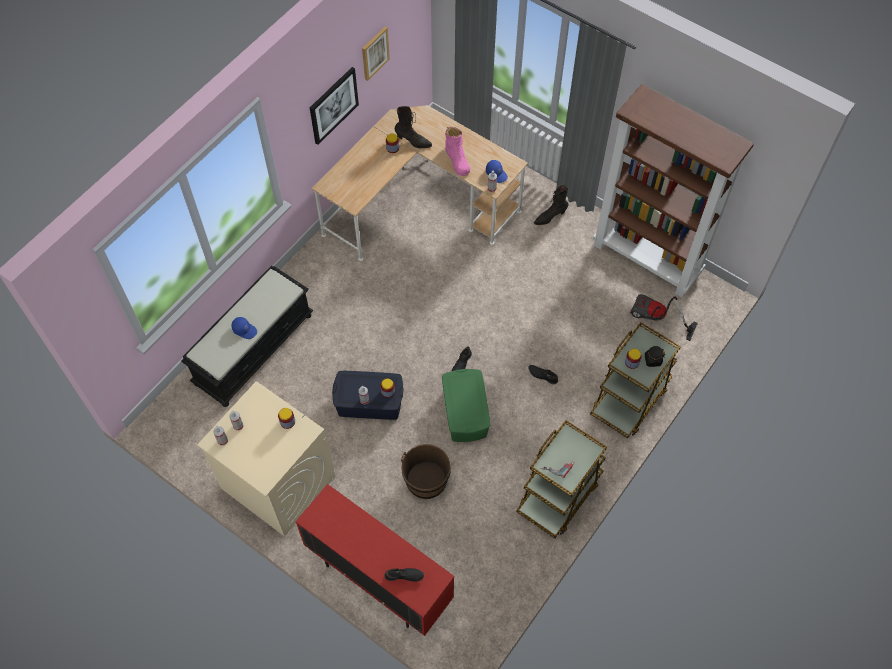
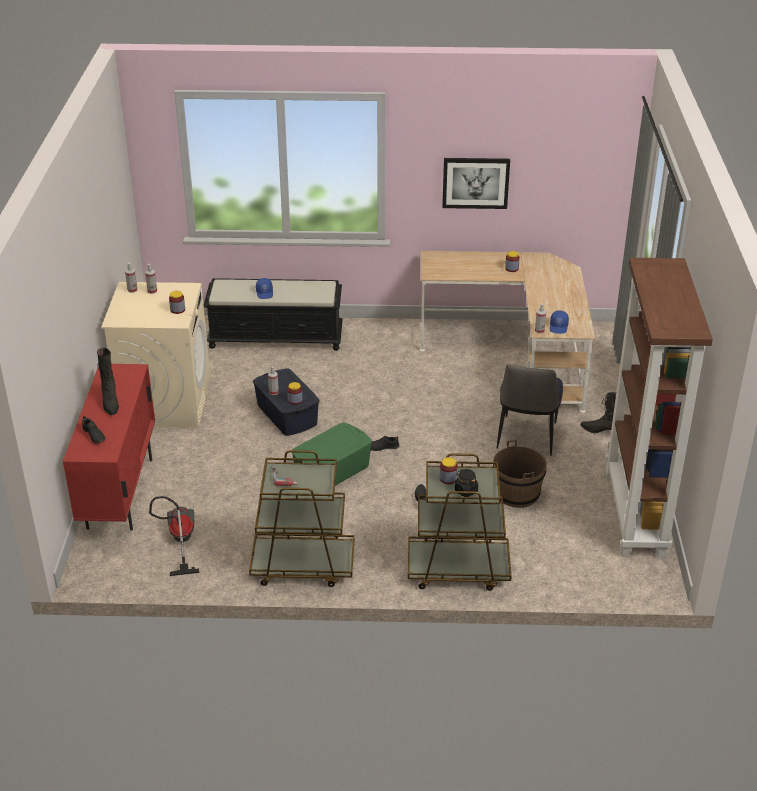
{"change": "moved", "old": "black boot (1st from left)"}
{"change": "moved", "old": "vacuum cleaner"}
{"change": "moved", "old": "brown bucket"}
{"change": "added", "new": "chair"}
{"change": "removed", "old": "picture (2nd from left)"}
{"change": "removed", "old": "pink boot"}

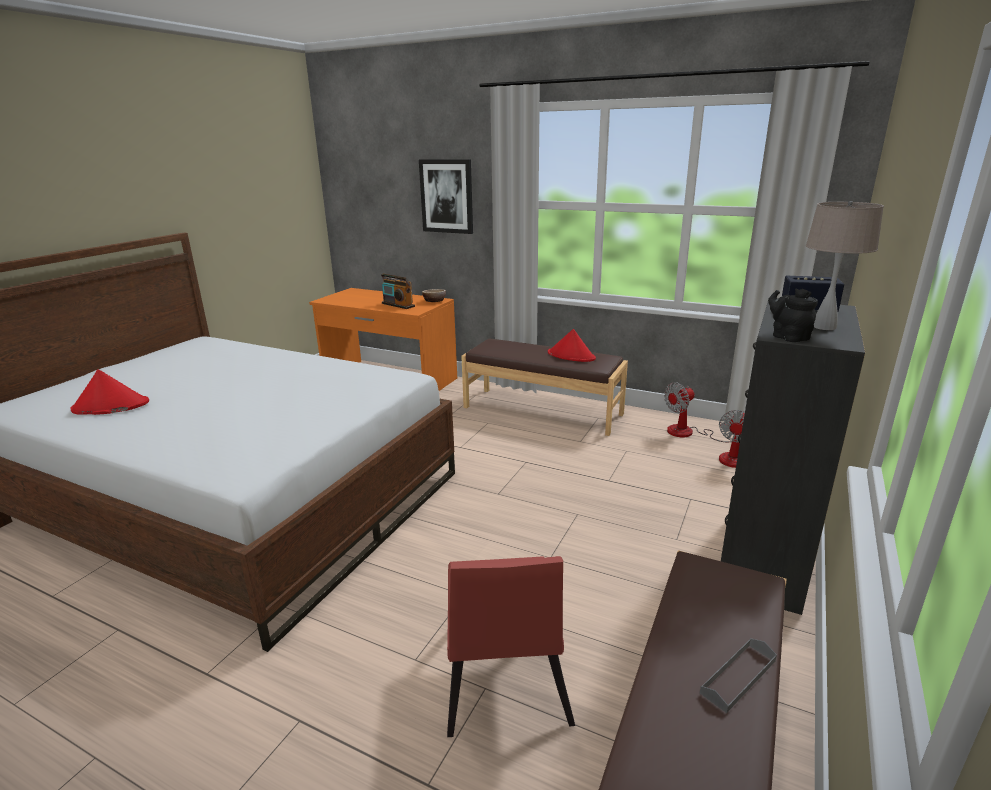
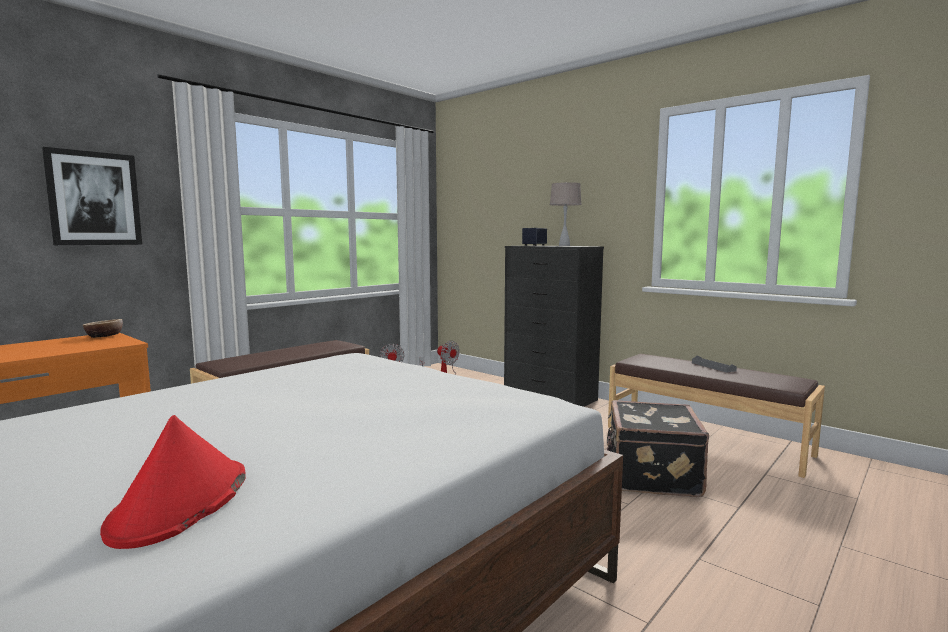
{"change": "replaced", "old": "red chair", "new": "black suitcase"}
{"change": "removed", "old": "radio"}
{"change": "removed", "old": "red hat (2nd from left)"}
{"change": "removed", "old": "black teapot"}

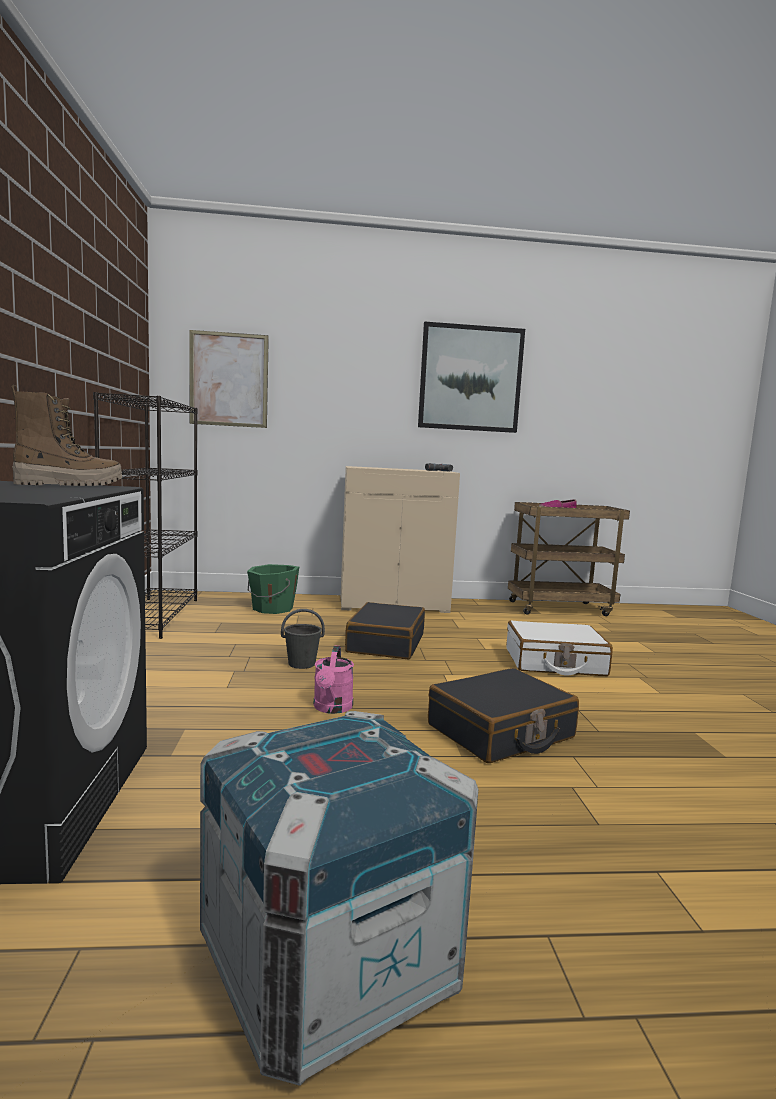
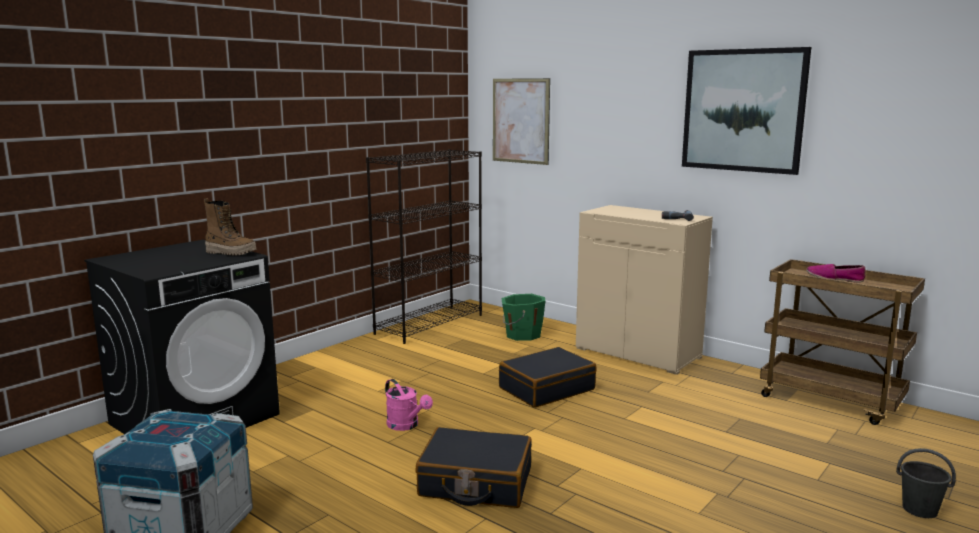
{"change": "turned", "old": "pink watering can", "degrees": -90}
{"change": "moved", "old": "grey bucket"}
{"change": "removed", "old": "white suitcase"}

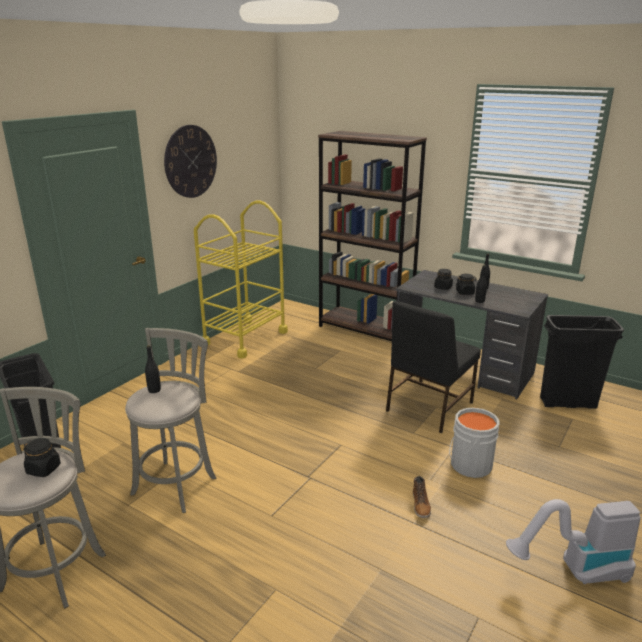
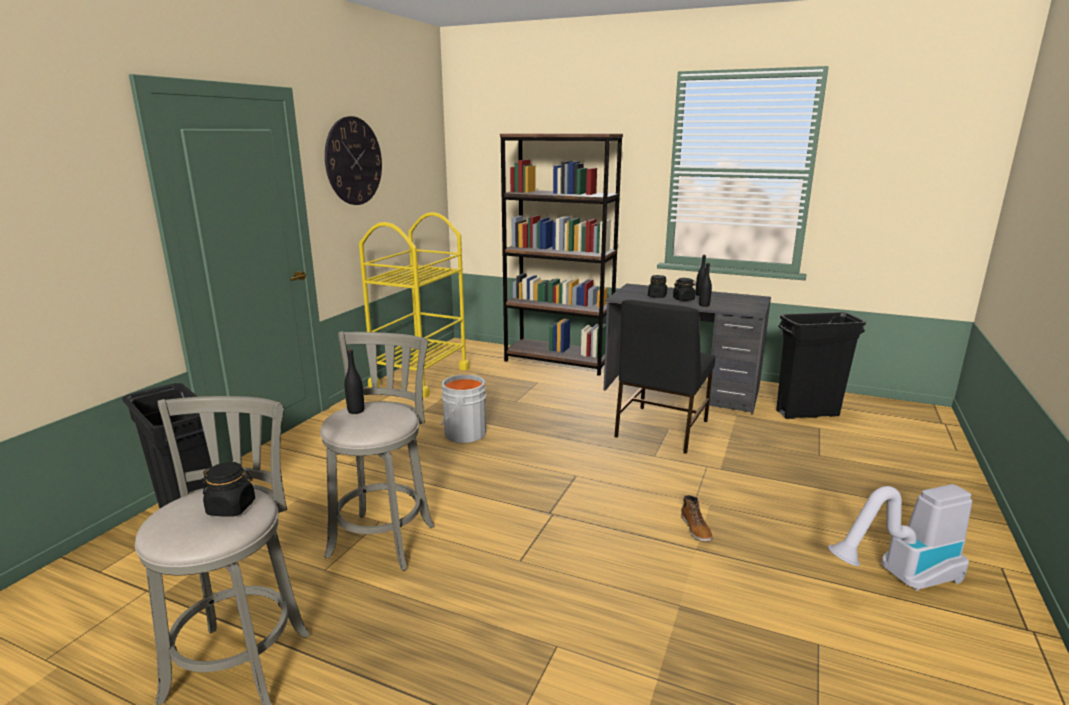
{"change": "moved", "old": "grey bucket"}

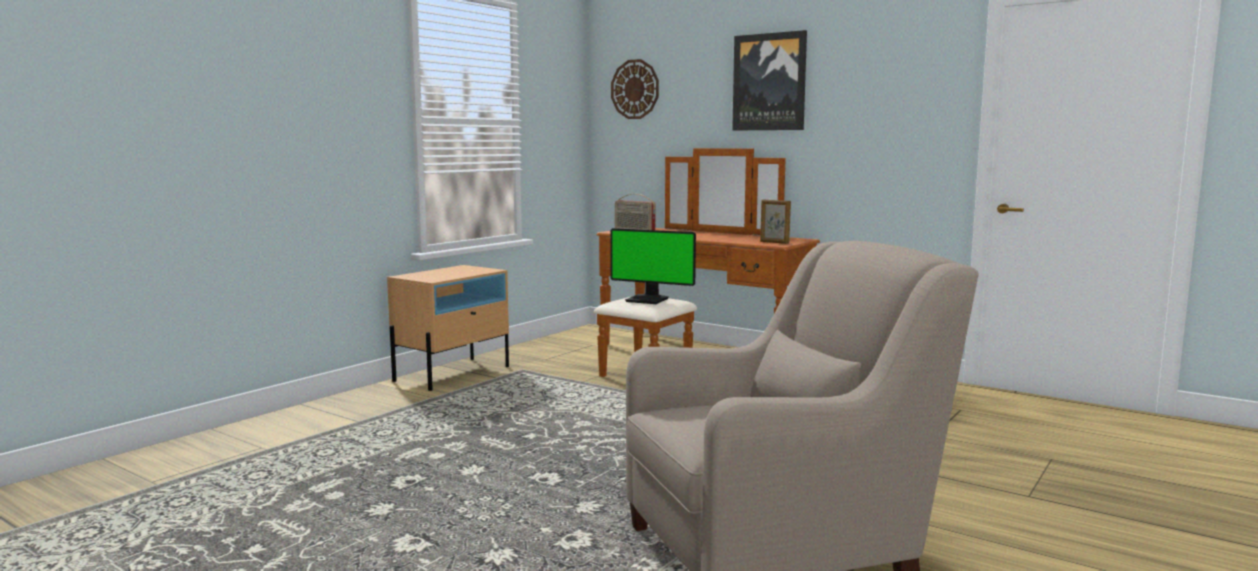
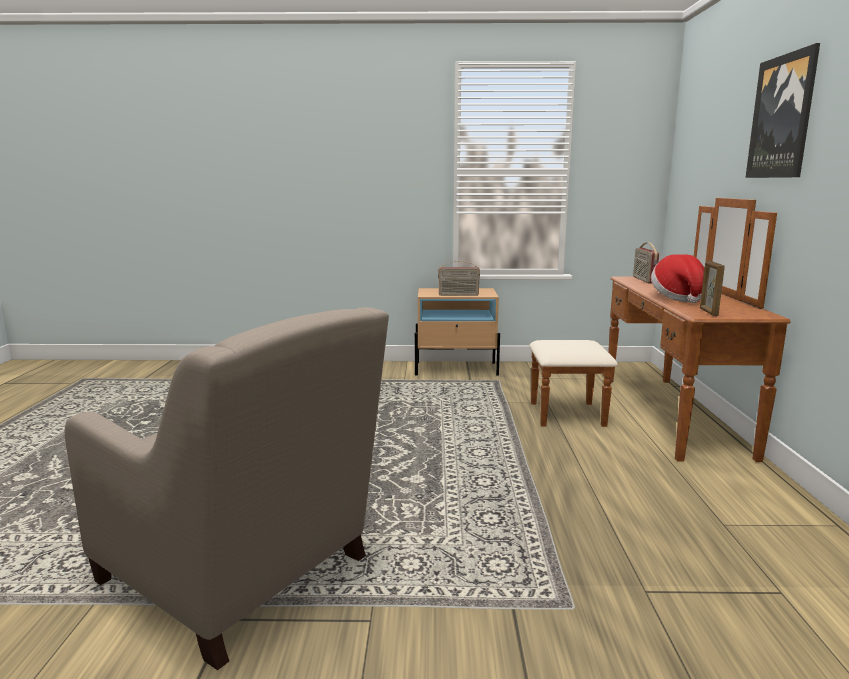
{"change": "added", "new": "radio (1st from left)"}
{"change": "added", "new": "hat"}
{"change": "removed", "old": "monitor"}
{"change": "removed", "old": "wall clock"}

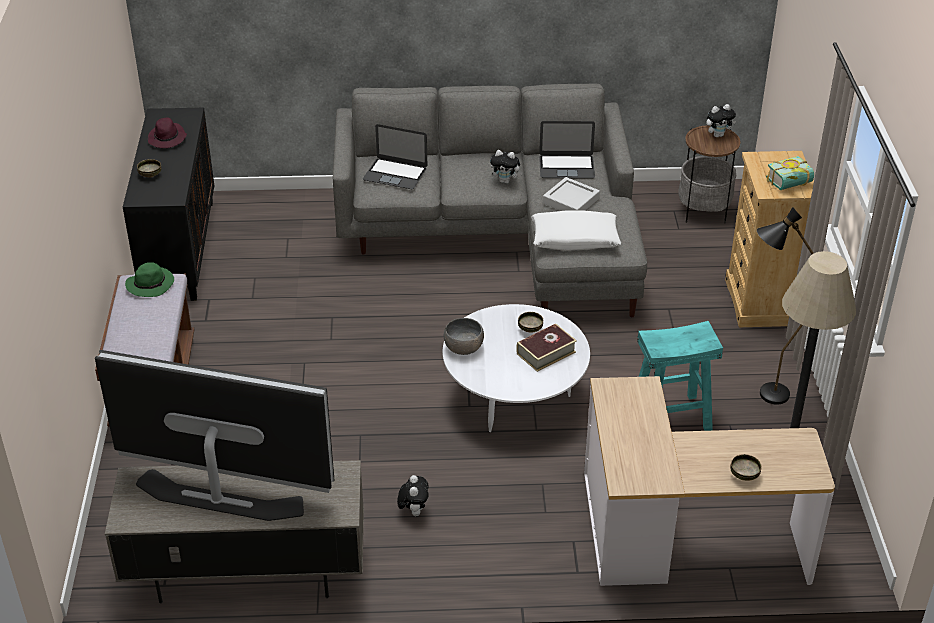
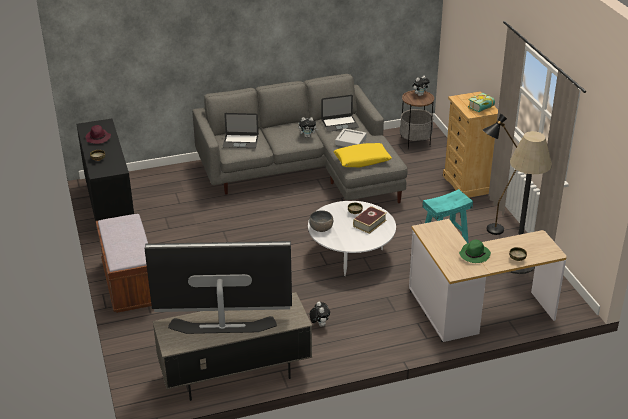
{"change": "recoloured", "old": "white pillow", "new": "yellow pillow"}
{"change": "moved", "old": "green hat"}

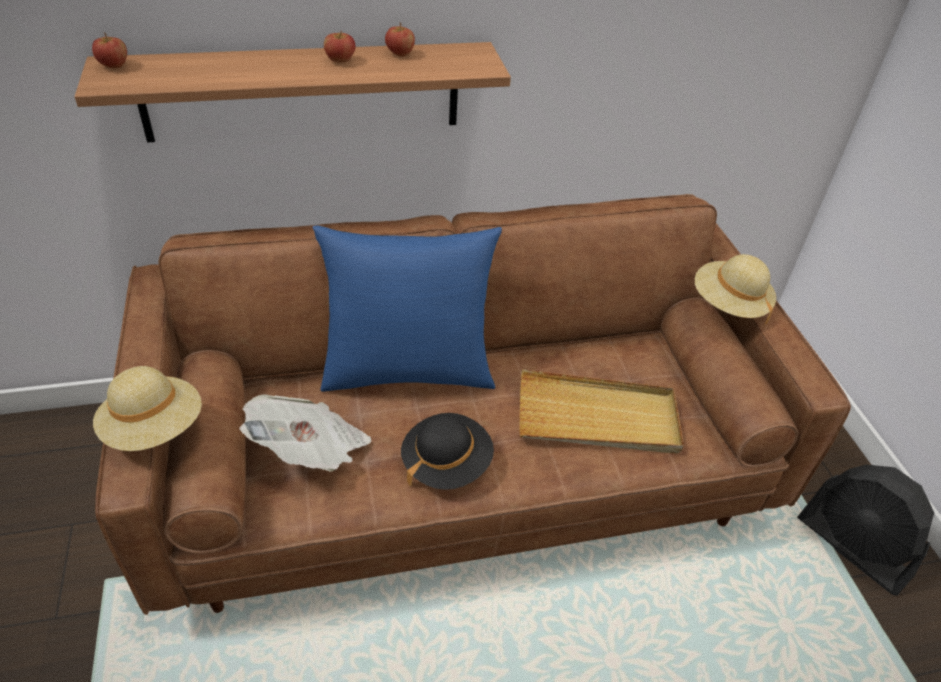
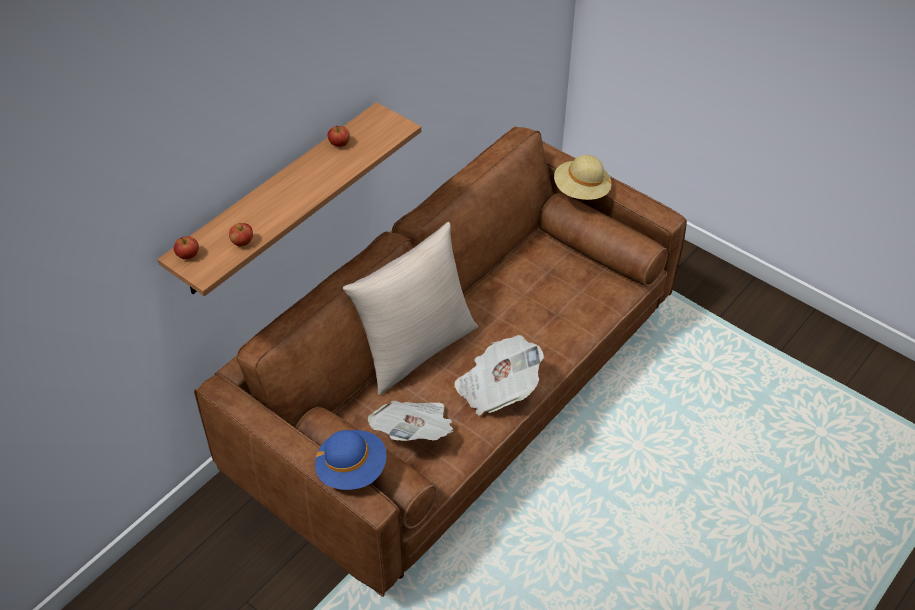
{"change": "moved", "old": "apple (2nd from left)"}
{"change": "recoloured", "old": "beige hat (1st from left)", "new": "blue hat"}
{"change": "recoloured", "old": "blue pillow", "new": "beige pillow"}
{"change": "replaced", "old": "black hat", "new": "newspaper (2nd from left)"}
{"change": "removed", "old": "beige tray"}
{"change": "removed", "old": "black fan"}

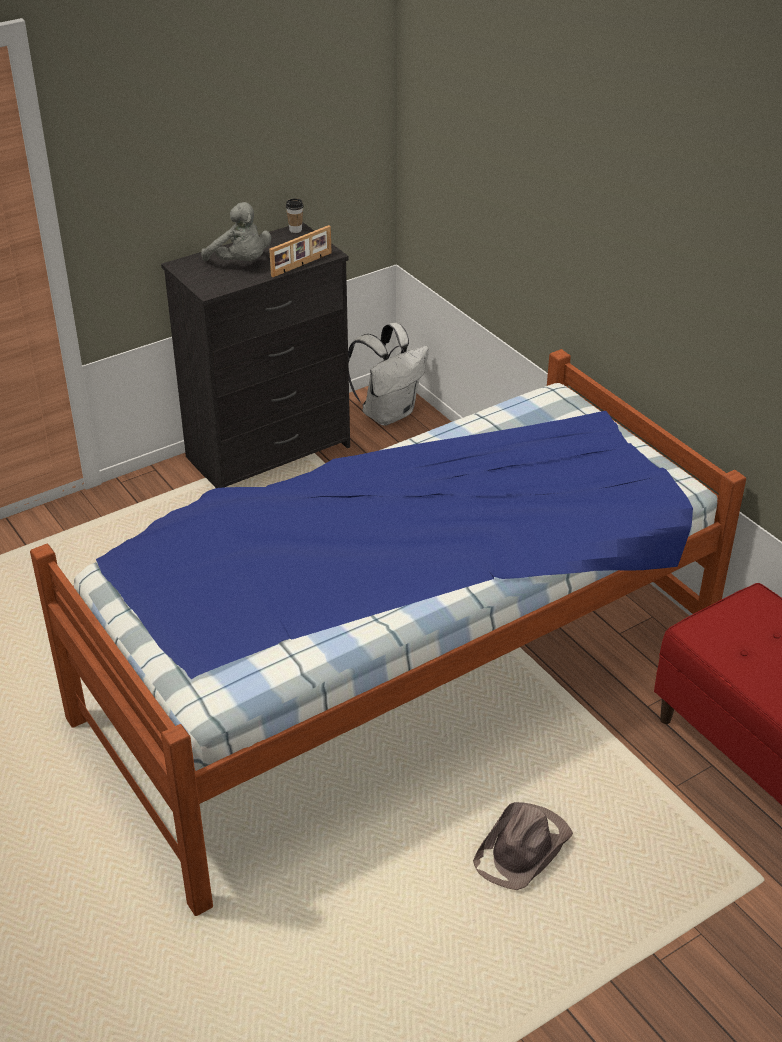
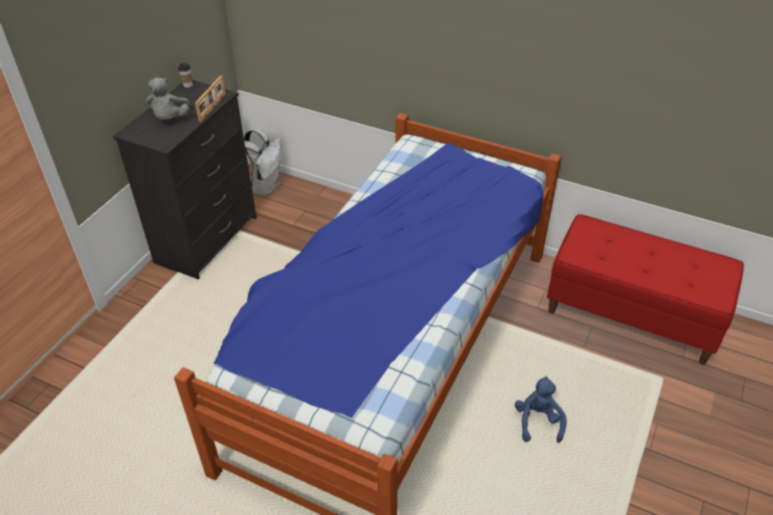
{"change": "turned", "old": "grey plush toy", "degrees": 75}
{"change": "replaced", "old": "brown hat", "new": "blue plush toy"}

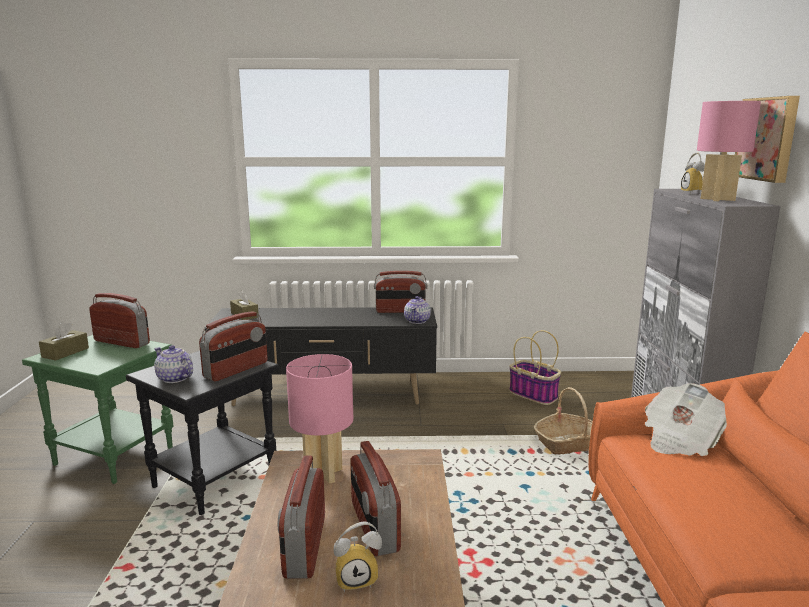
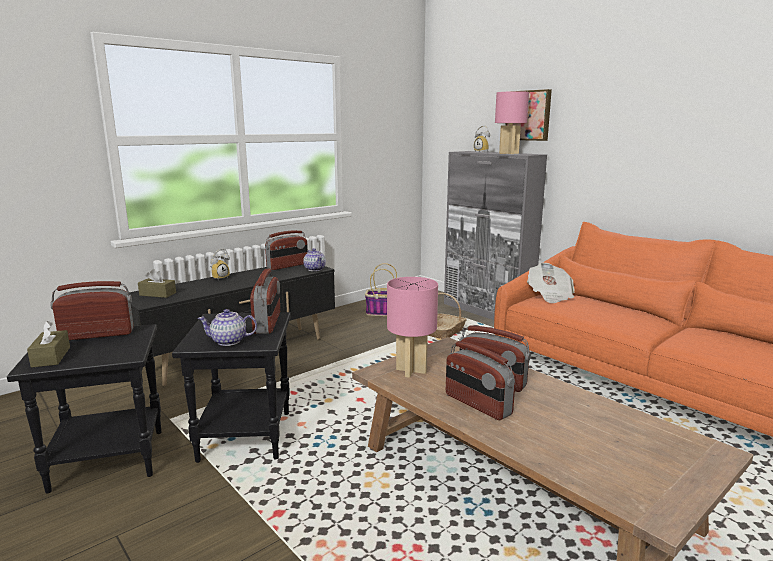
{"change": "recoloured", "old": "green side table", "new": "black side table (1st from left)"}
{"change": "moved", "old": "alarm clock (1st from left)"}

